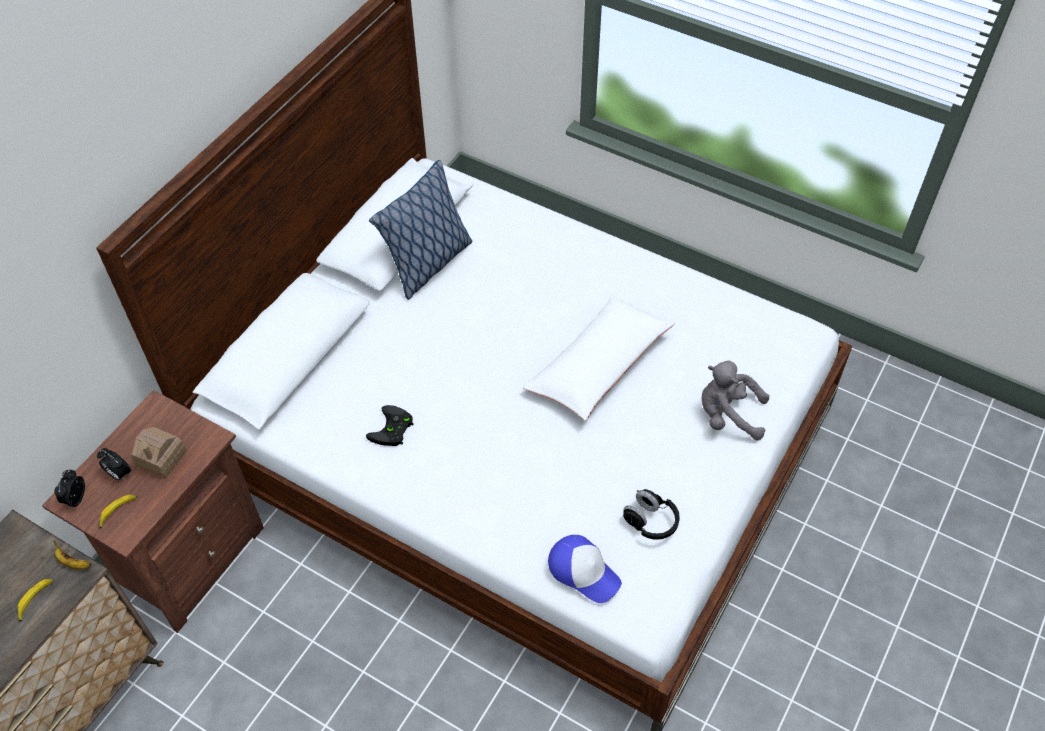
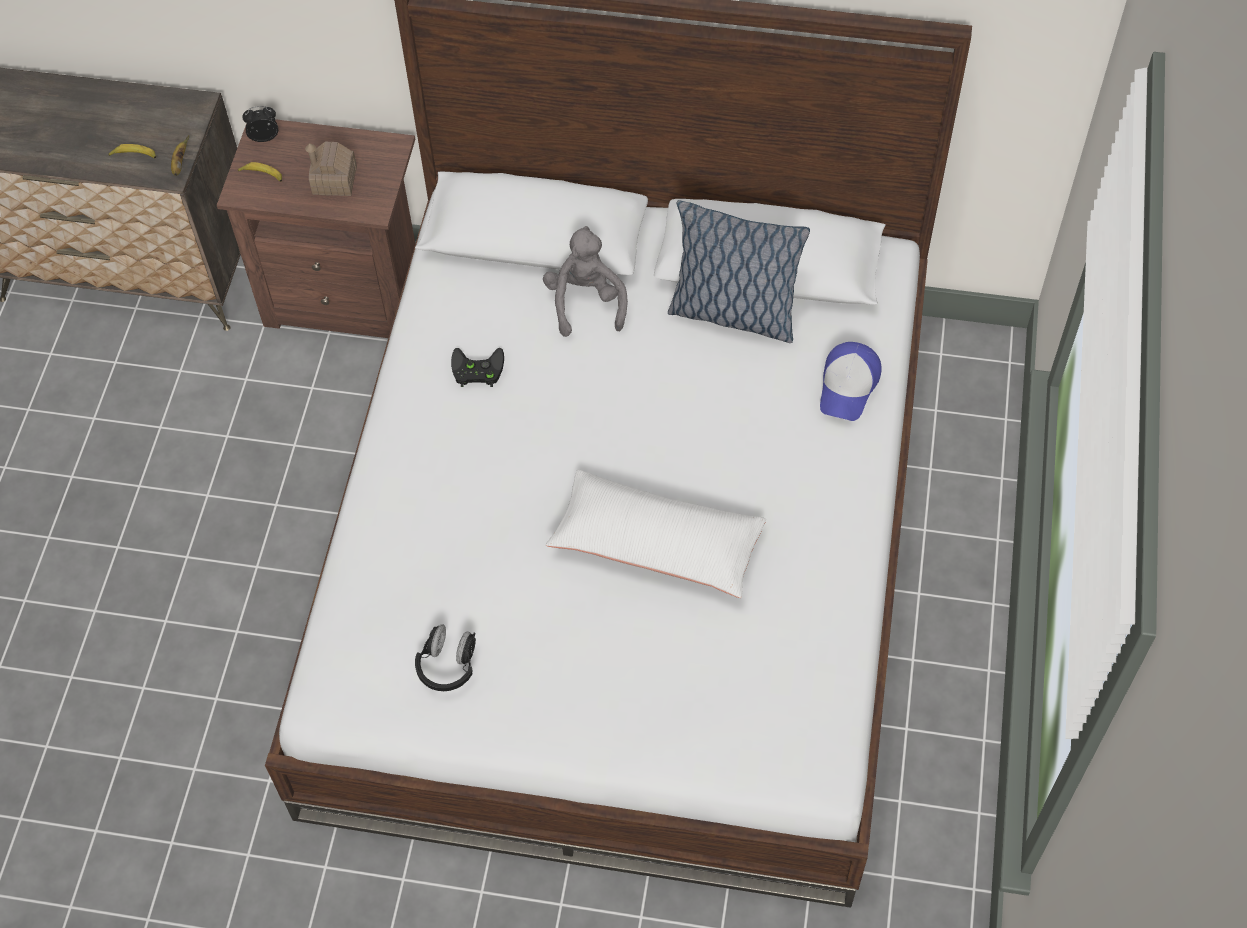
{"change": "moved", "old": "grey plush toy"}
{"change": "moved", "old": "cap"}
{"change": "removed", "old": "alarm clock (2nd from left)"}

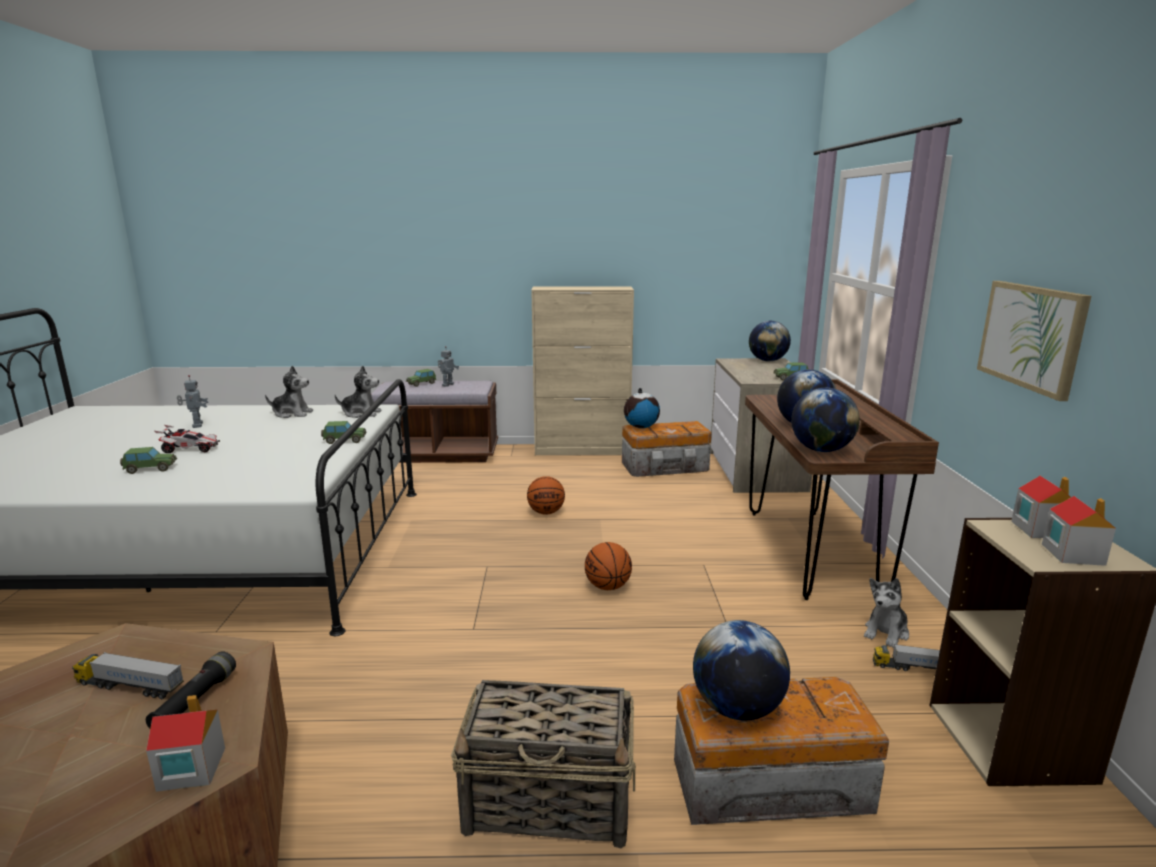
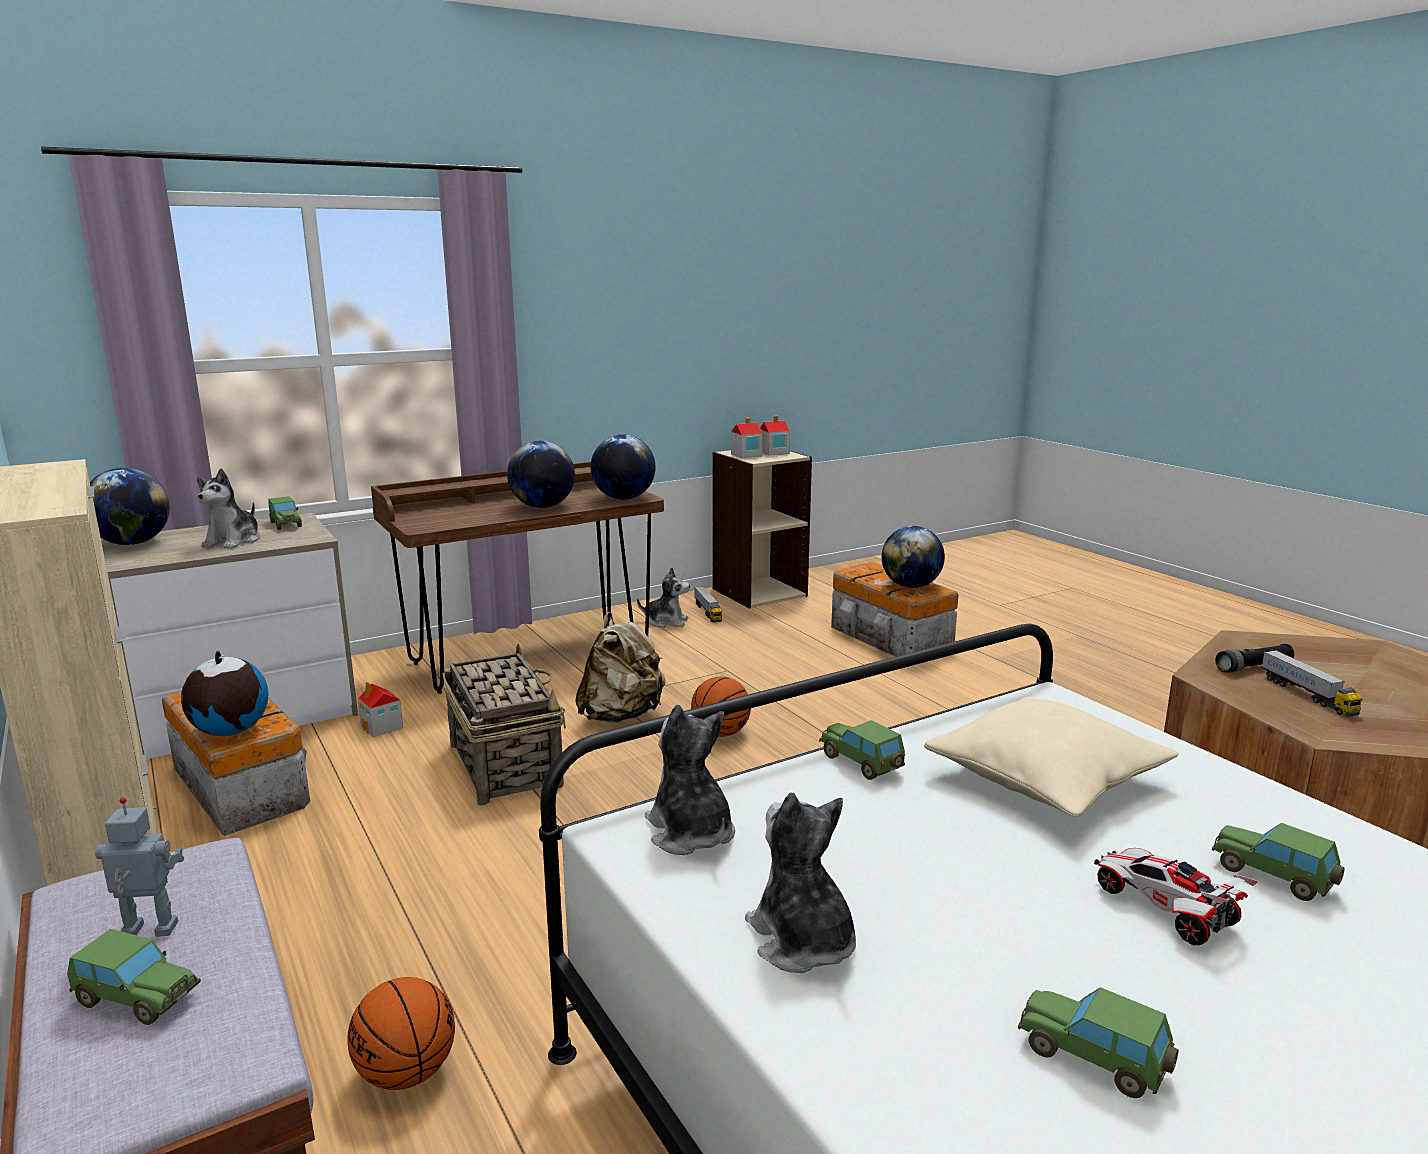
{"change": "added", "new": "plush toy (1st from left)"}
{"change": "moved", "old": "basketball (1st from left)"}
{"change": "moved", "old": "toy house (1st from left)"}
{"change": "moved", "old": "basket"}
{"change": "added", "new": "beige backpack"}
{"change": "added", "new": "beige pillow"}
{"change": "replaced", "old": "toy robot (1st from left)", "new": "toy car (4th from left)"}
{"change": "removed", "old": "picture"}

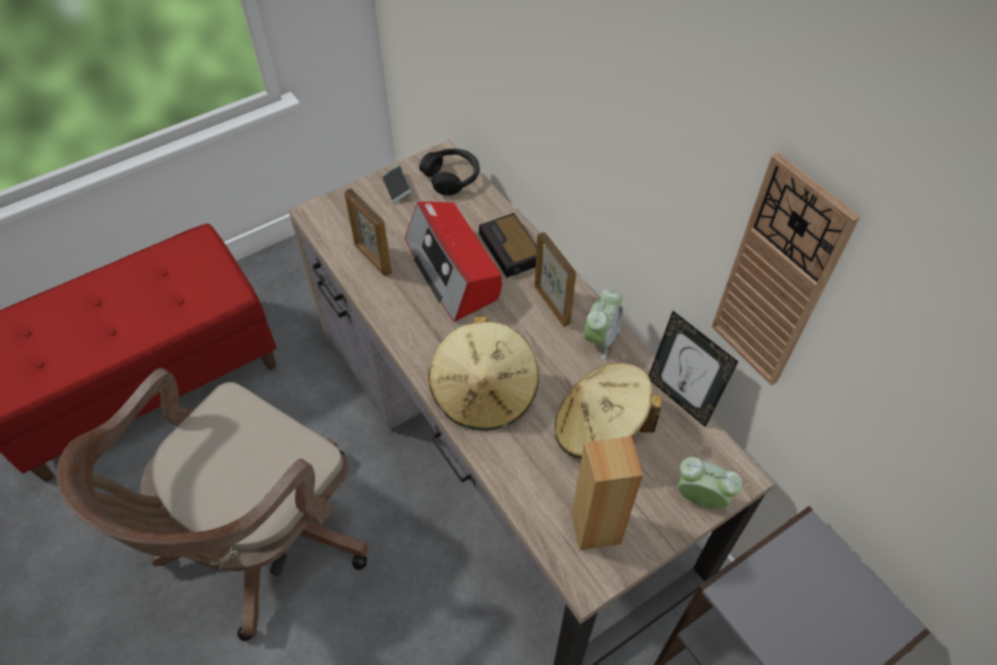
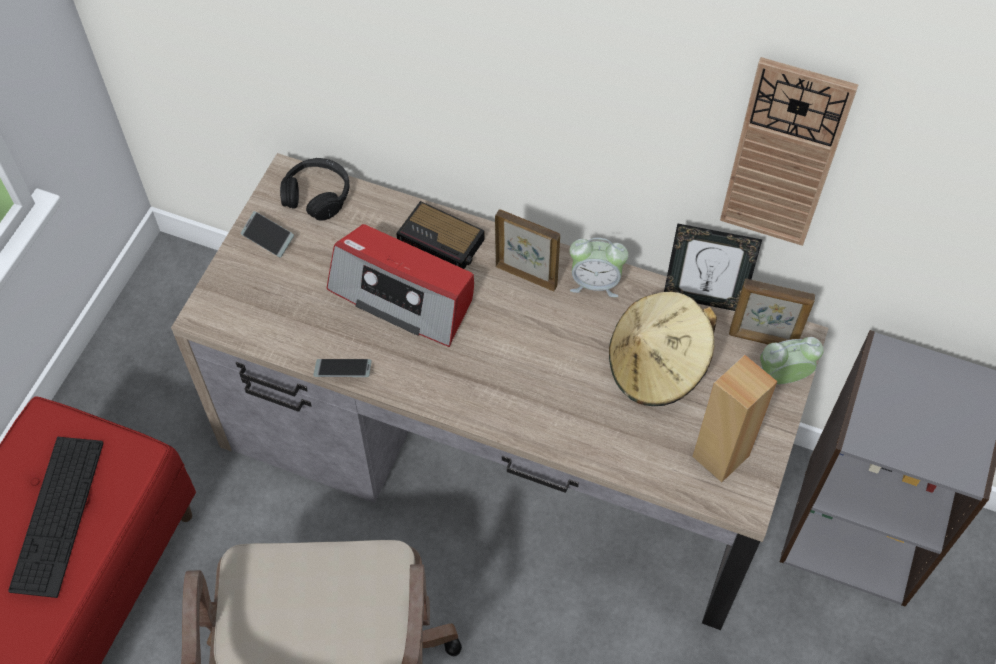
{"change": "added", "new": "keyboard"}
{"change": "added", "new": "phone (2nd from left)"}
{"change": "turned", "old": "alarm clock (2nd from left)", "degrees": 105}
{"change": "moved", "old": "picture frame (1st from left in the first image)", "new": "picture frame (3rd from left)"}
{"change": "removed", "old": "beige hat (1st from left)"}

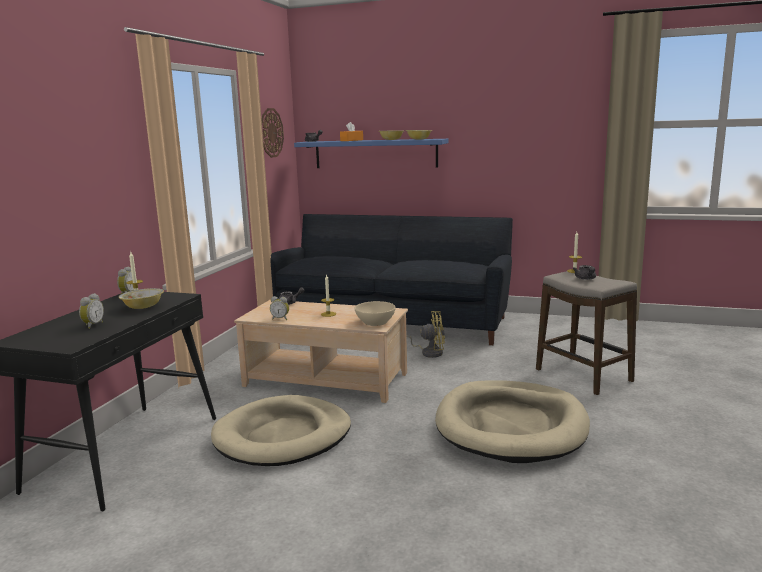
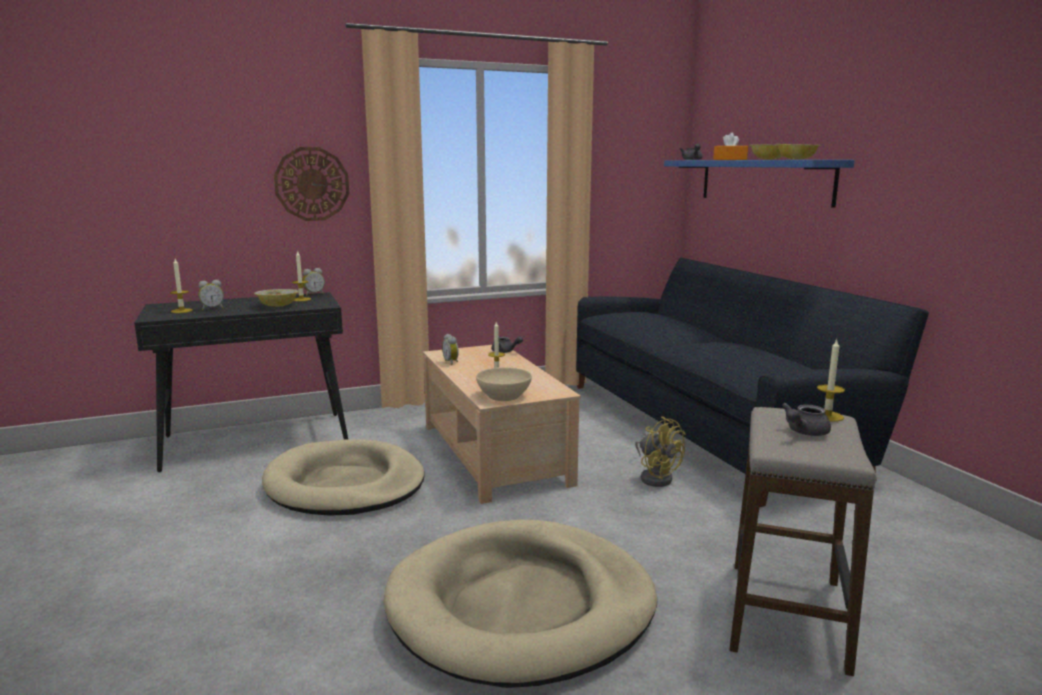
{"change": "added", "new": "candle (1st from left)"}
{"change": "moved", "old": "wall clock"}

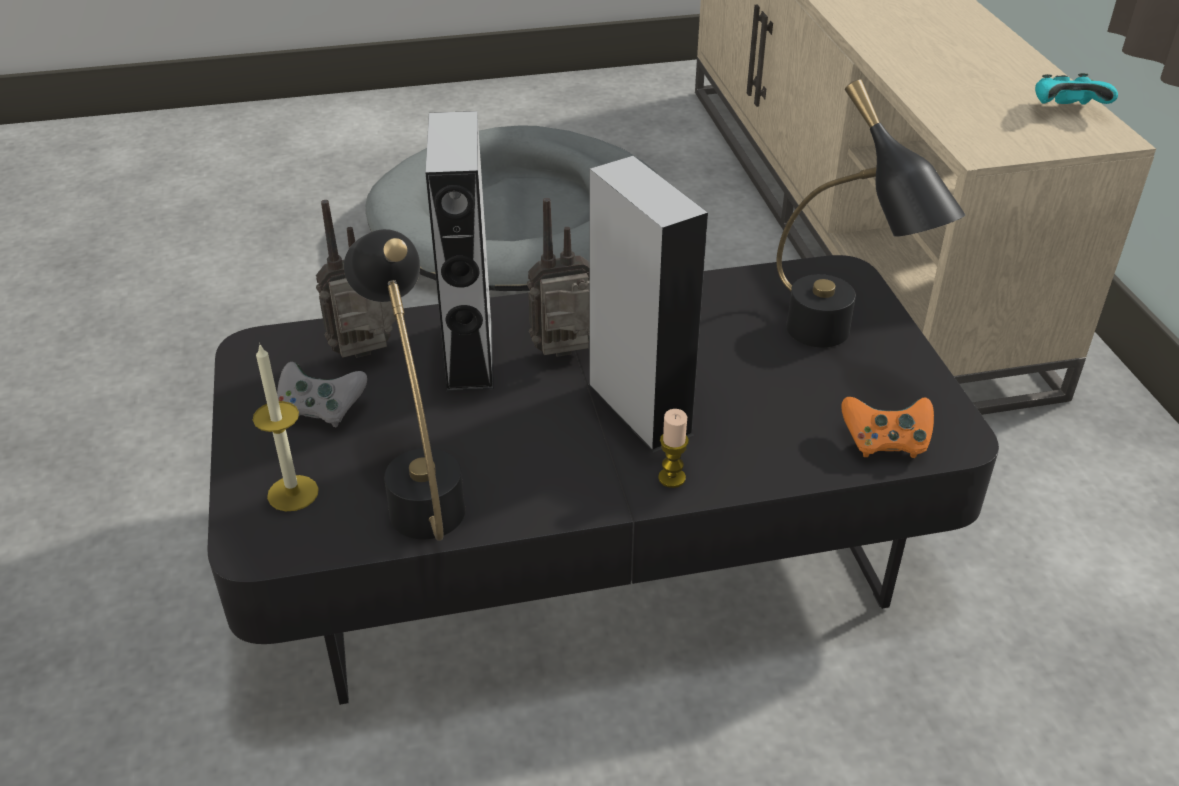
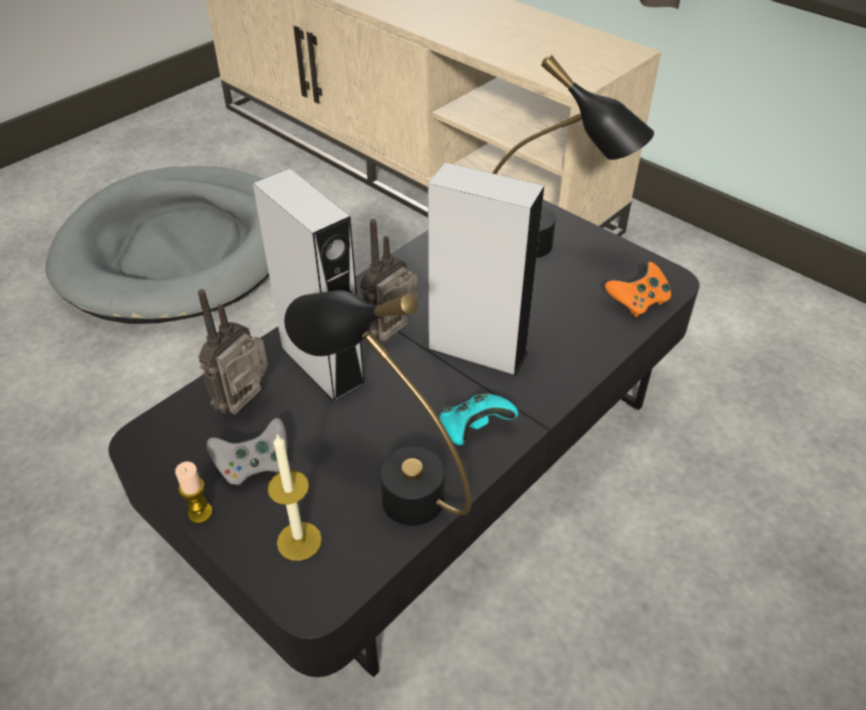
{"change": "moved", "old": "candle (2nd from left in the first image)", "new": "candle (1st from left)"}
{"change": "moved", "old": "turquoise game controller"}

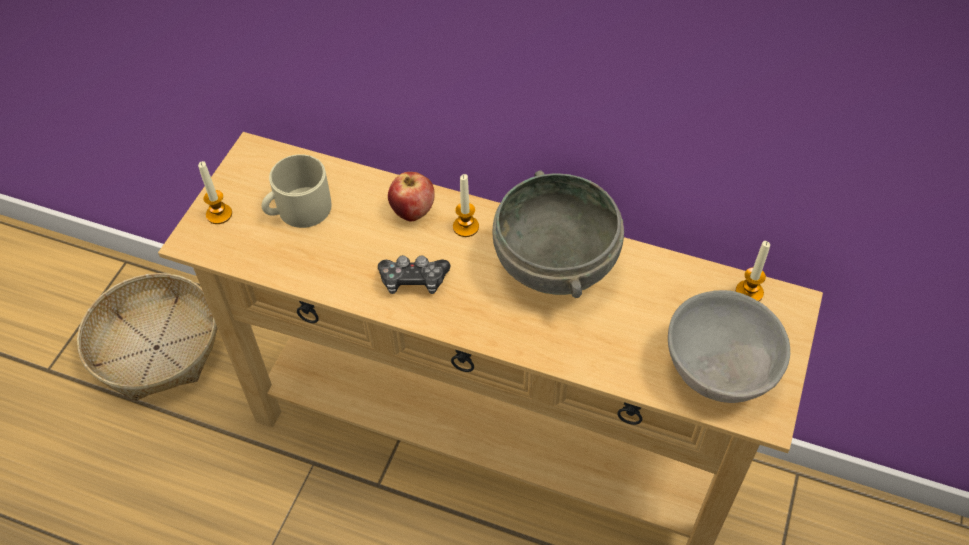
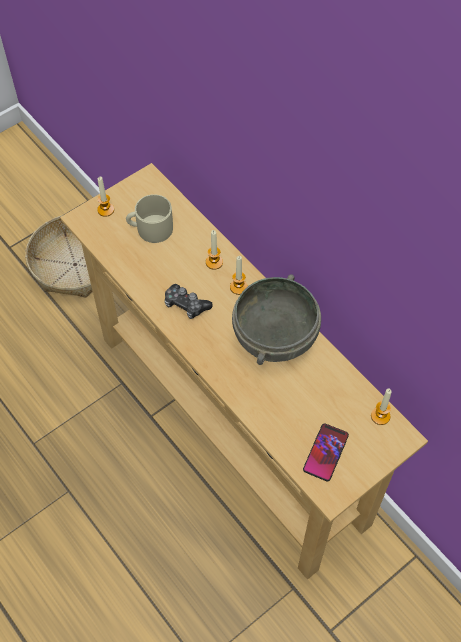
{"change": "replaced", "old": "apple", "new": "candle (2nd from left)"}
{"change": "replaced", "old": "grey bowl (2nd from left)", "new": "phone"}

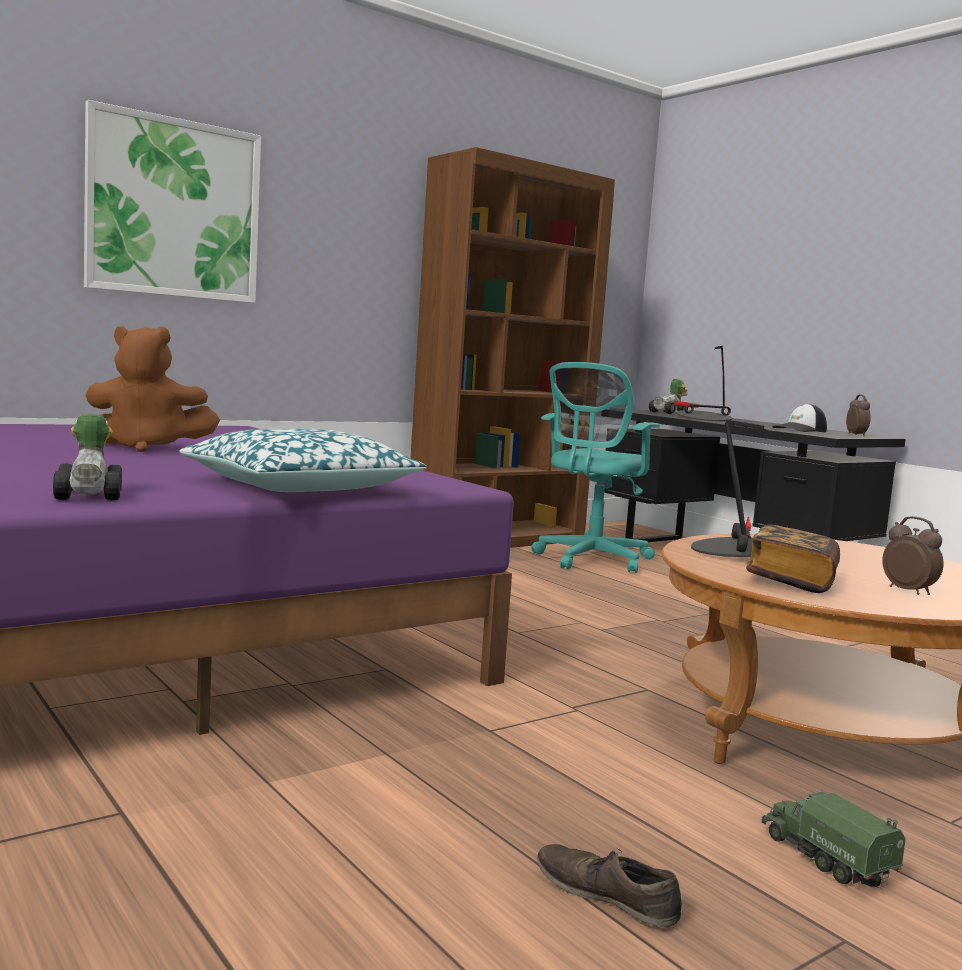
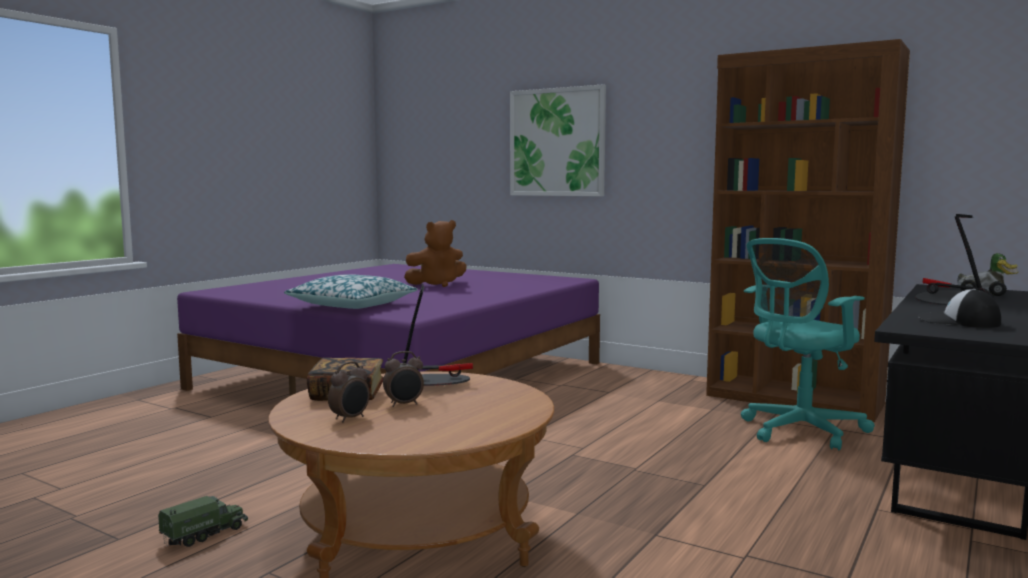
{"change": "moved", "old": "alarm clock (1st from left in the first image)", "new": "alarm clock (2nd from left)"}
{"change": "turned", "old": "brown plush toy", "degrees": -90}
{"change": "turned", "old": "turquoise office chair", "degrees": -45}
{"change": "removed", "old": "toy car (1st from left)"}
{"change": "removed", "old": "brown shoe"}

